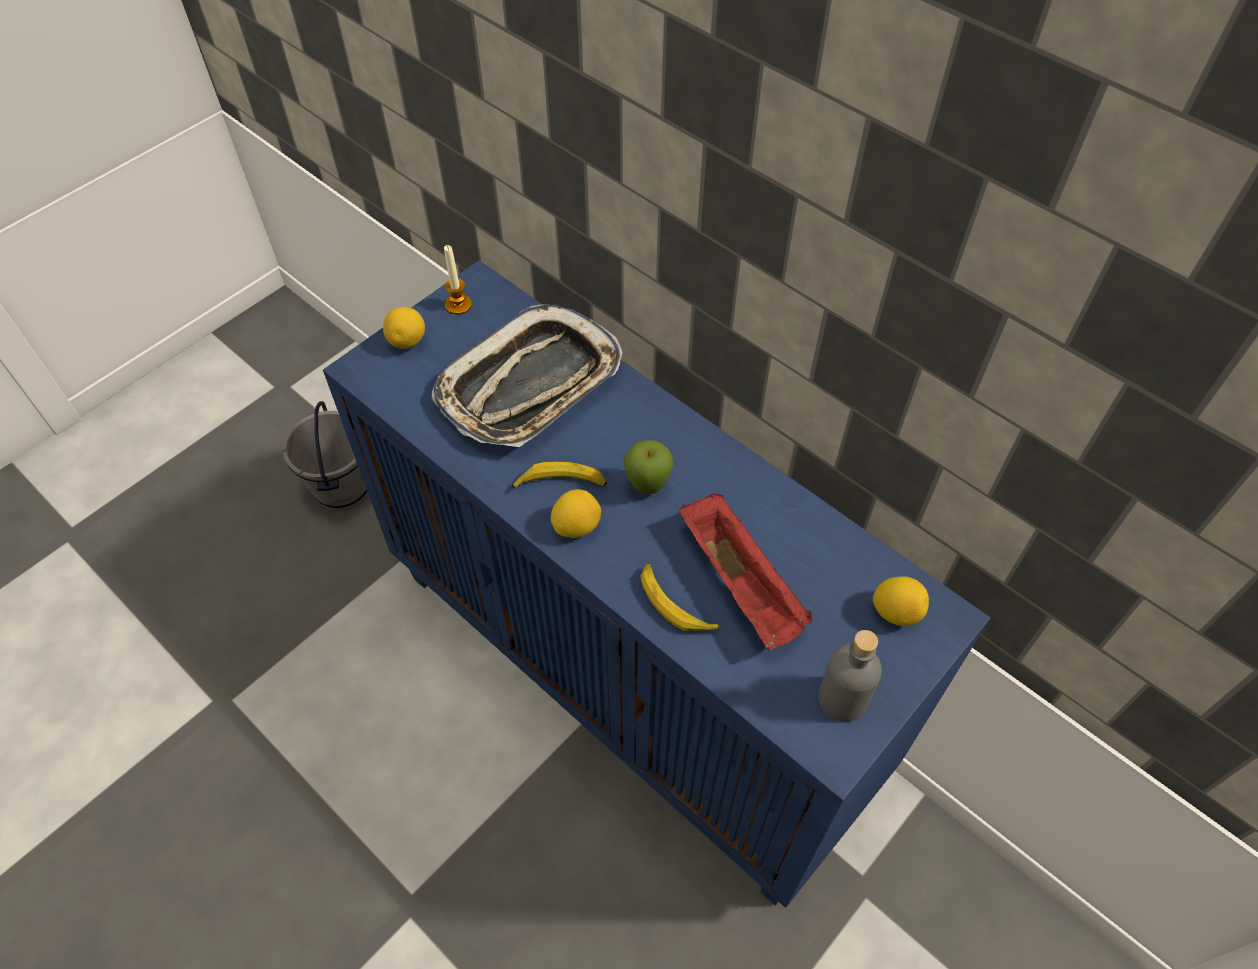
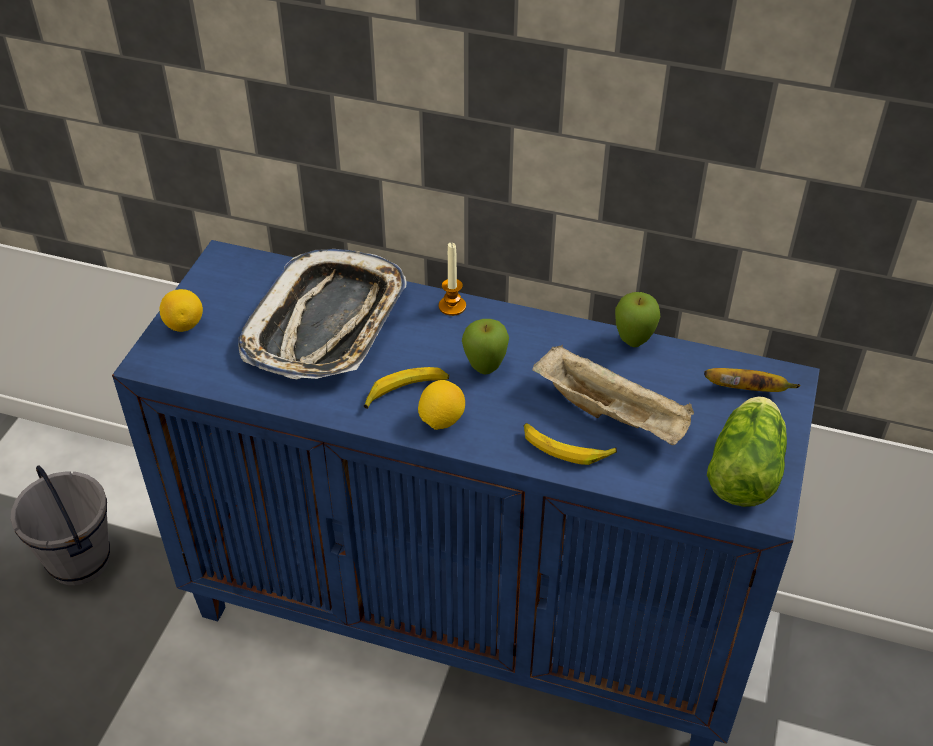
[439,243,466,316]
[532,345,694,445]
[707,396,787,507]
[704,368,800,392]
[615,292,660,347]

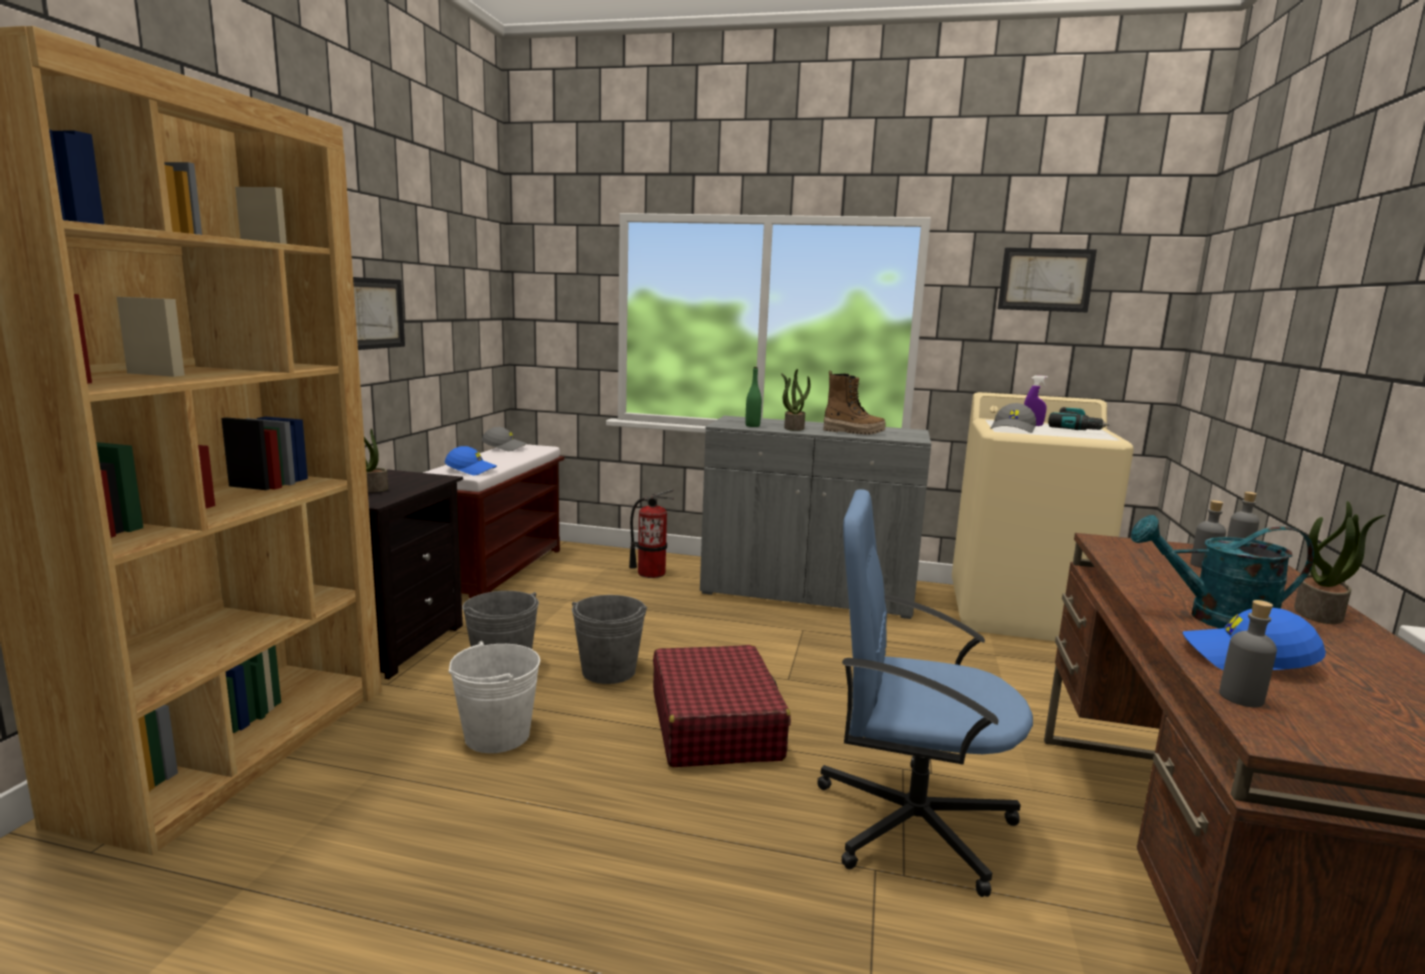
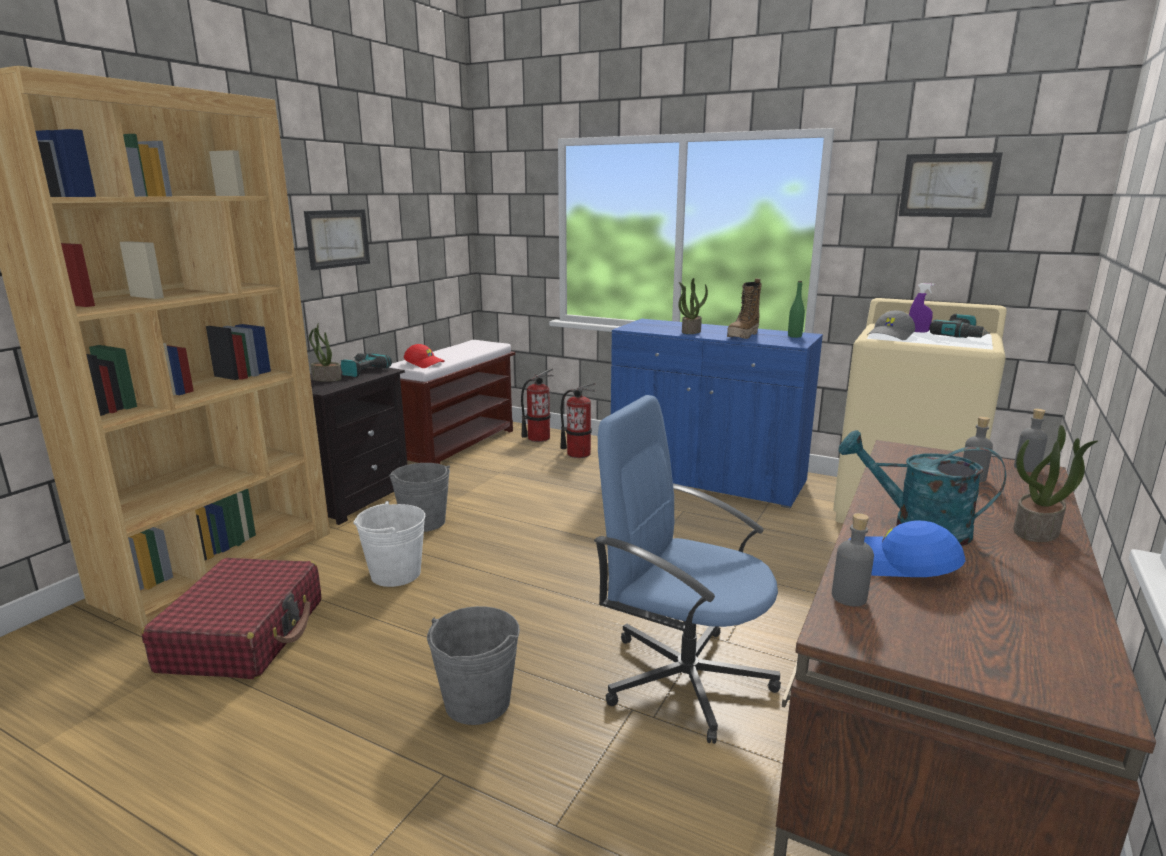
[404,344,444,368]
[482,427,527,452] (first image)
[427,606,520,725]
[141,558,321,679]
[611,319,823,509]
[788,281,805,338]
[727,278,762,339]
[340,353,392,377]
[521,368,553,442]

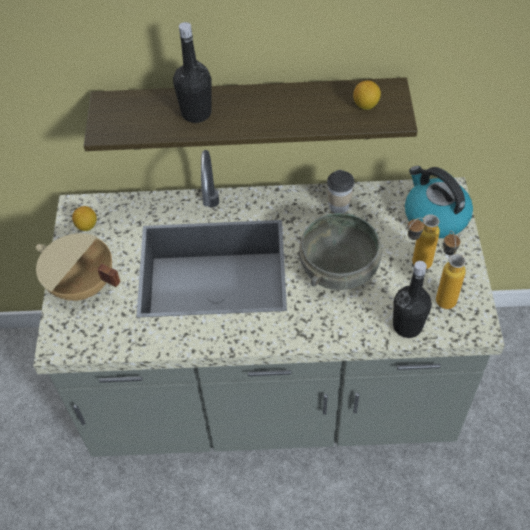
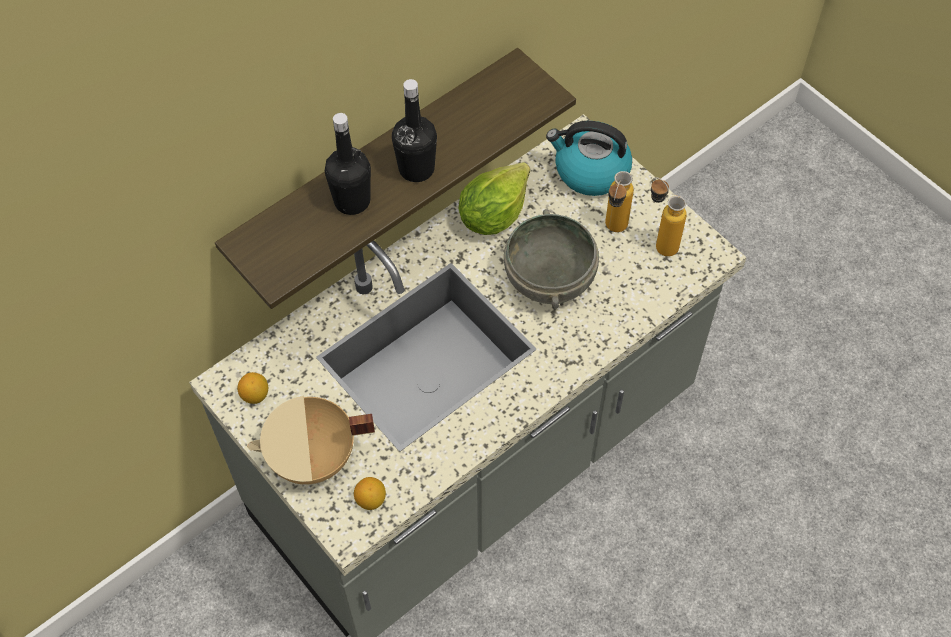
[458,162,530,235]
[354,477,386,510]
[392,79,437,182]

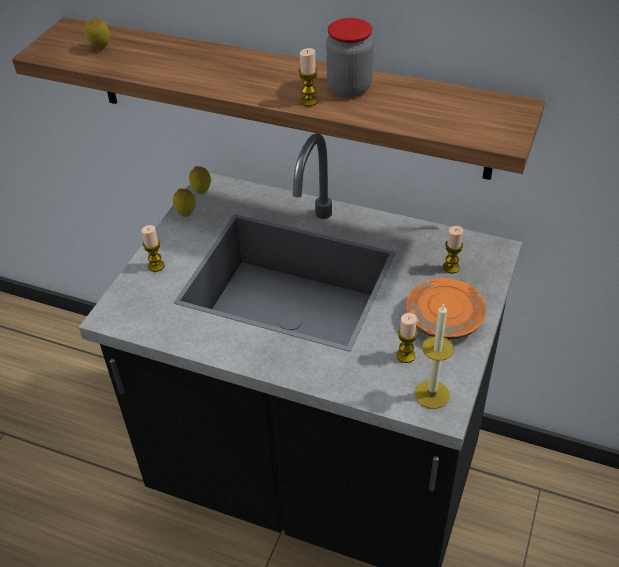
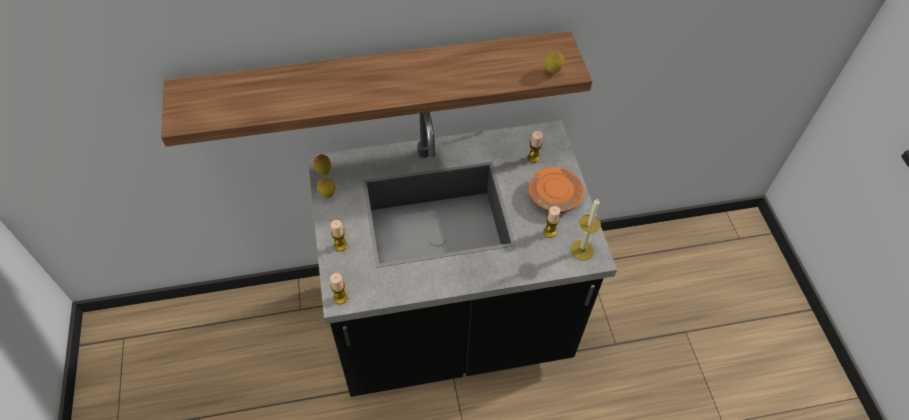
[544,51,564,73]
[330,273,348,304]
[326,18,374,97] (first image)

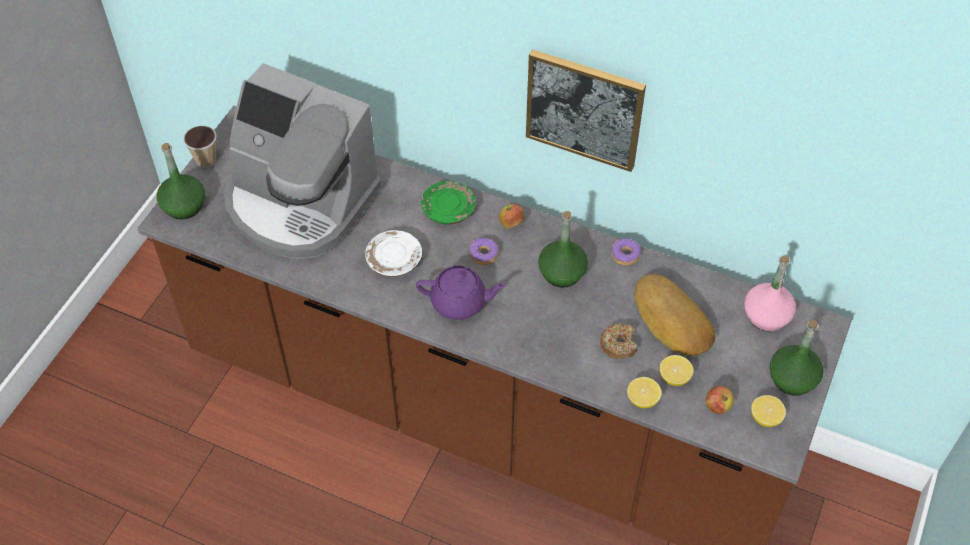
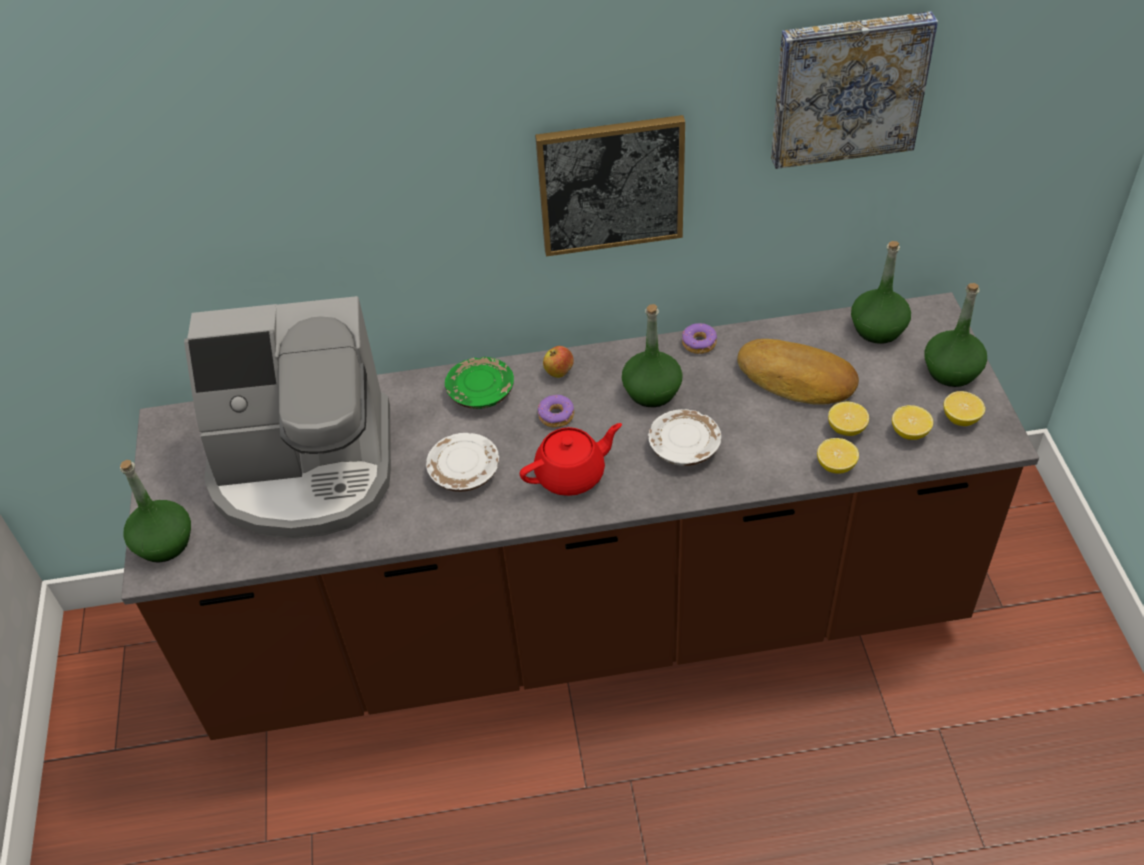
[183,126,217,168] (first image)
[520,423,622,496]
[600,324,637,359] (first image)
[892,405,933,440]
[851,241,911,344]
[648,409,721,466]
[771,11,938,169]

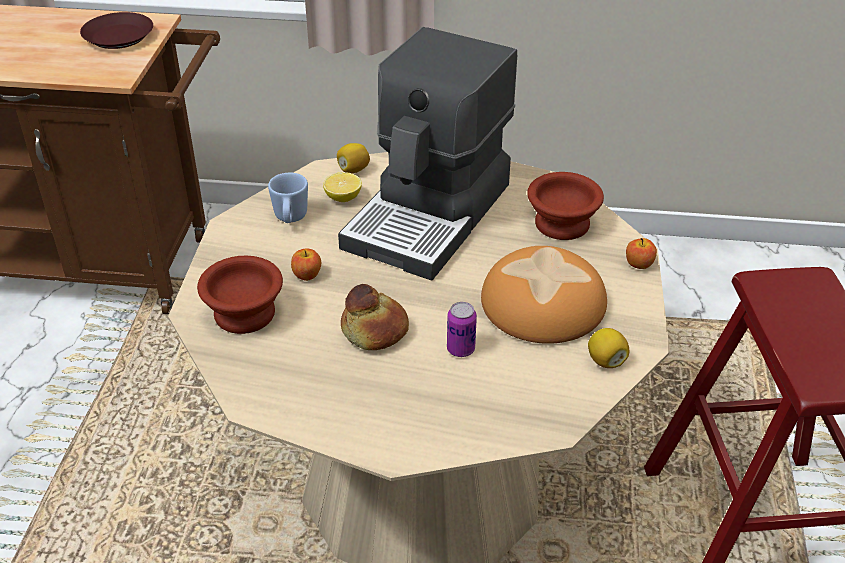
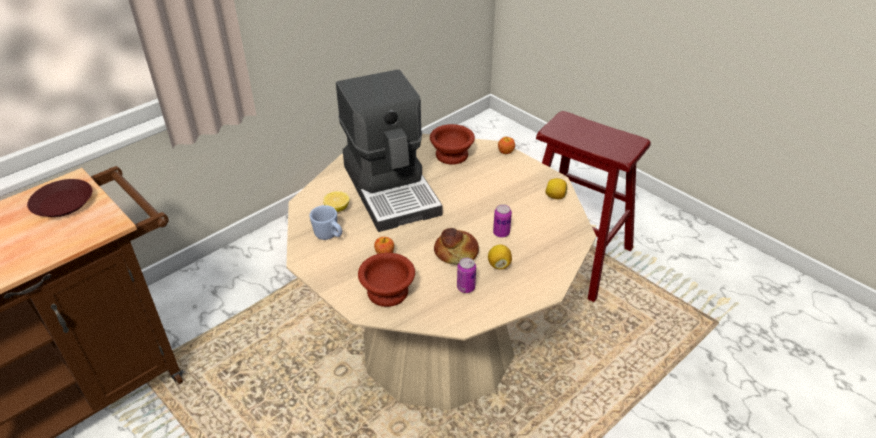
[488,245,512,269]
[481,246,607,344] (first image)
[457,258,476,293]

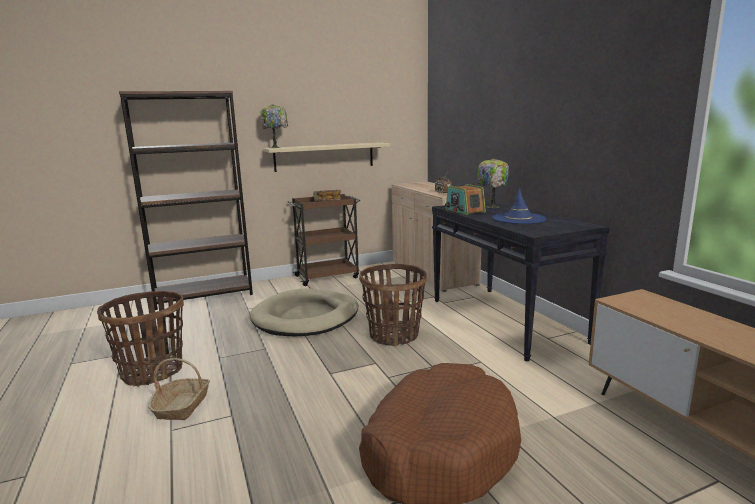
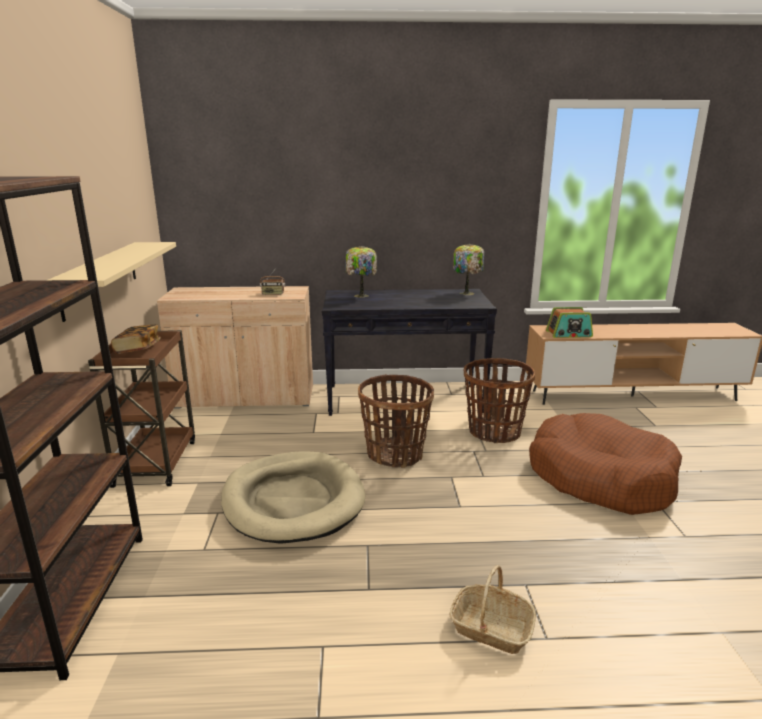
[464,358,535,443]
[453,244,484,295]
[546,307,593,338]
[492,188,546,224] (first image)

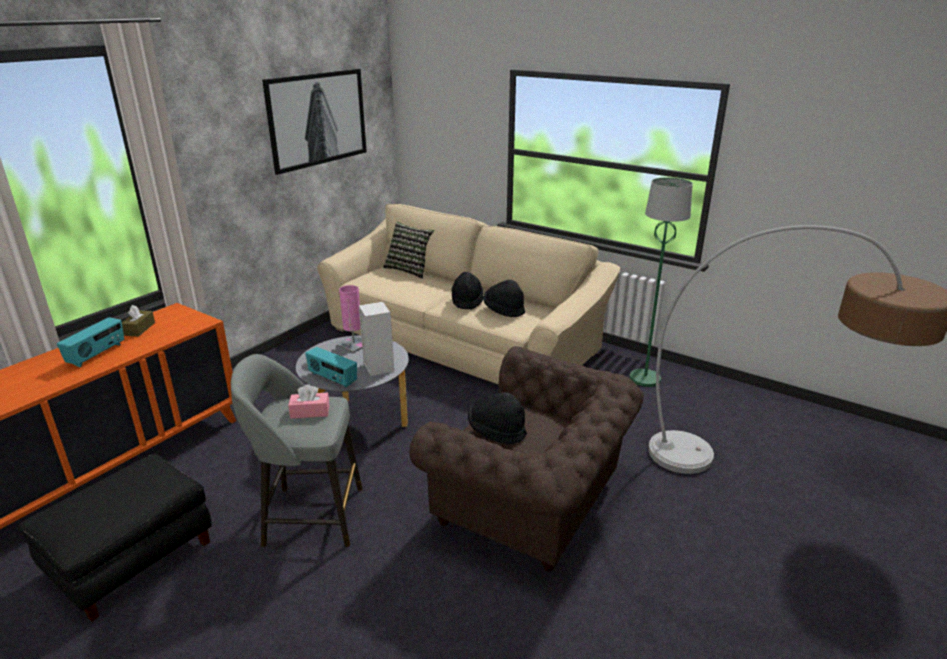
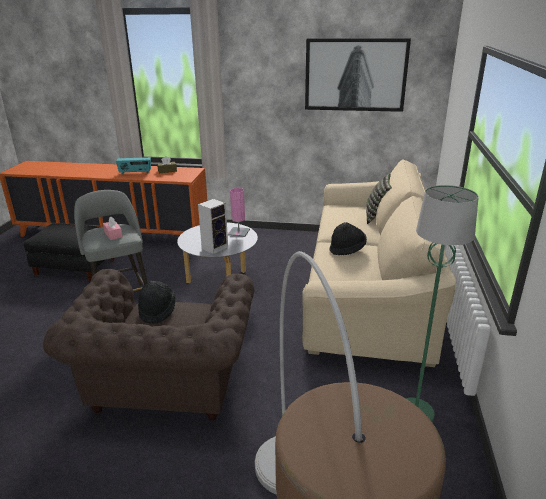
[305,347,357,388] (first image)
[483,280,525,317] (first image)

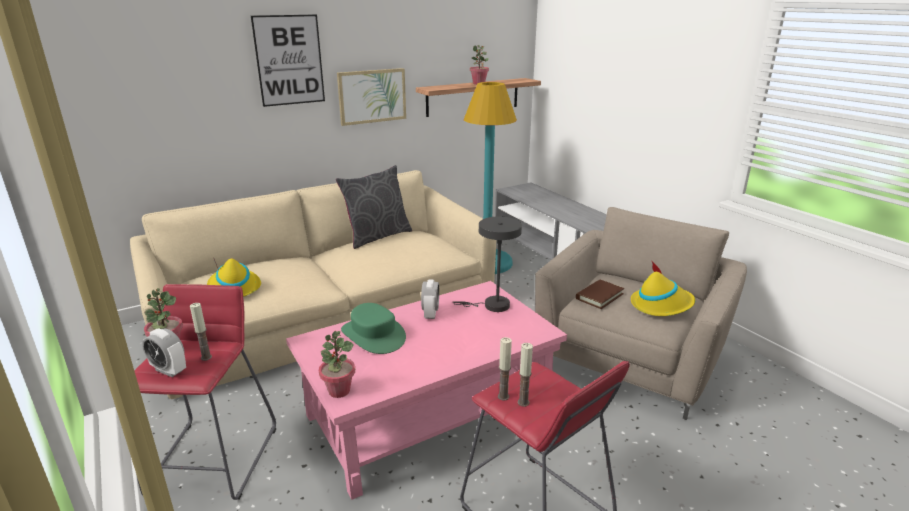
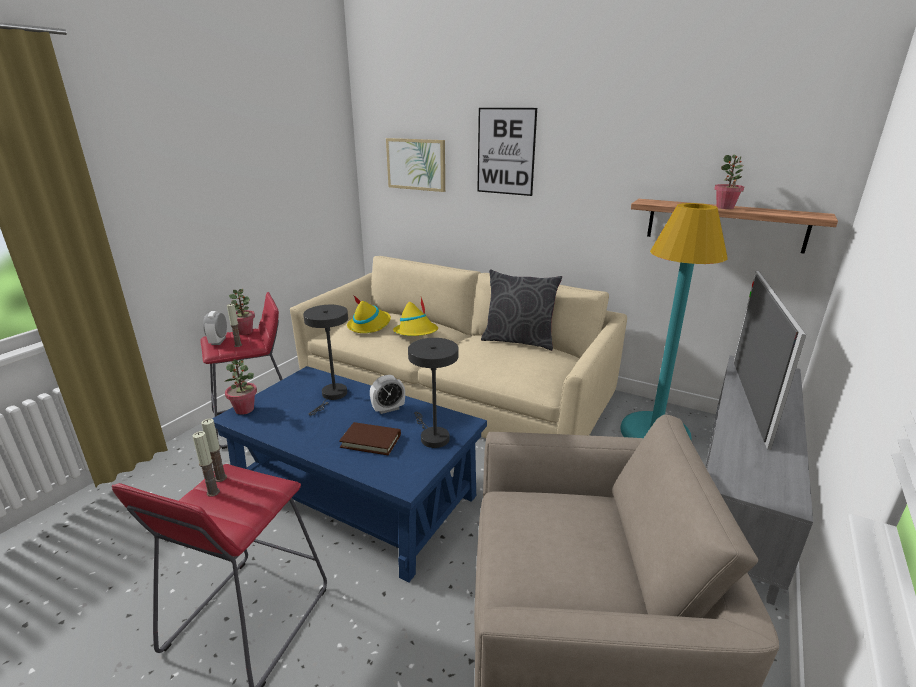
[212,366,487,583]
[386,138,445,192]
[303,305,348,416]
[339,422,401,455]
[393,297,438,336]
[734,271,806,450]

